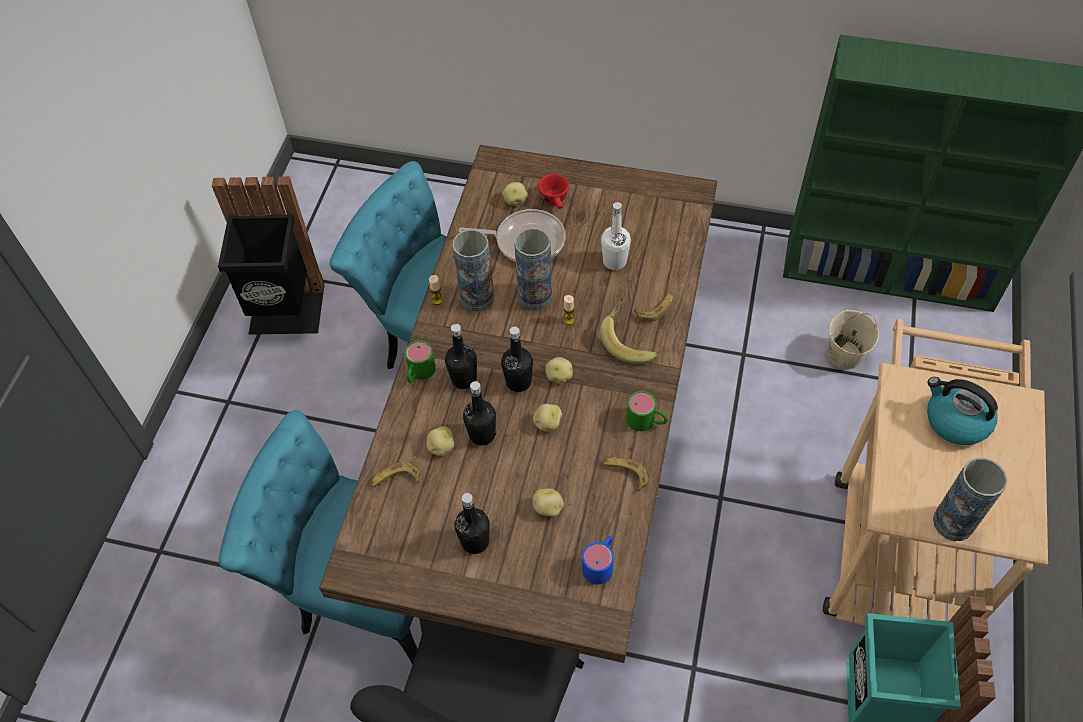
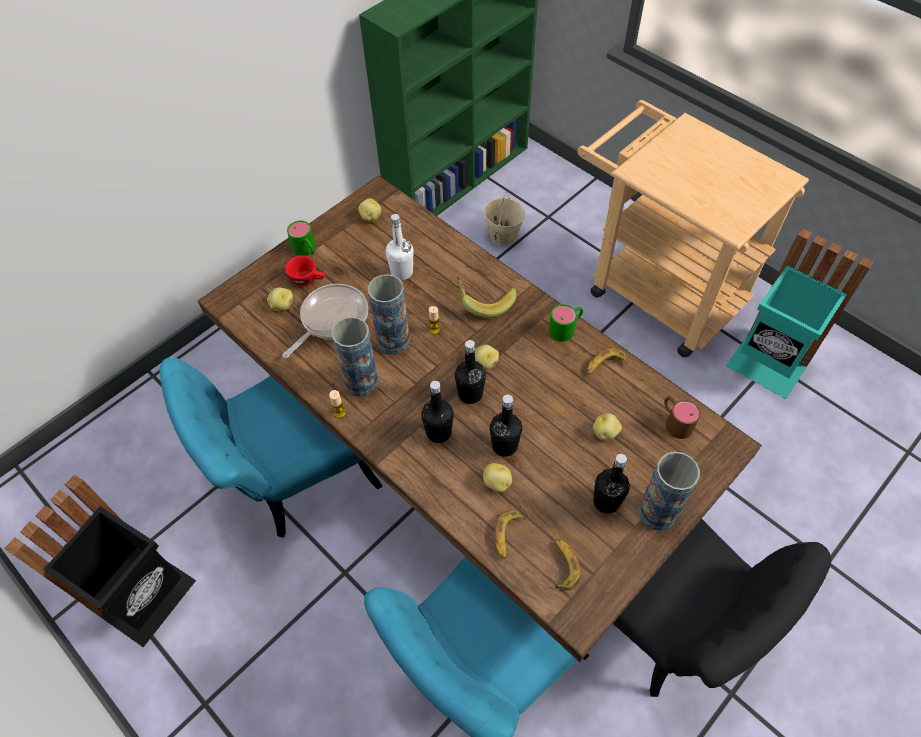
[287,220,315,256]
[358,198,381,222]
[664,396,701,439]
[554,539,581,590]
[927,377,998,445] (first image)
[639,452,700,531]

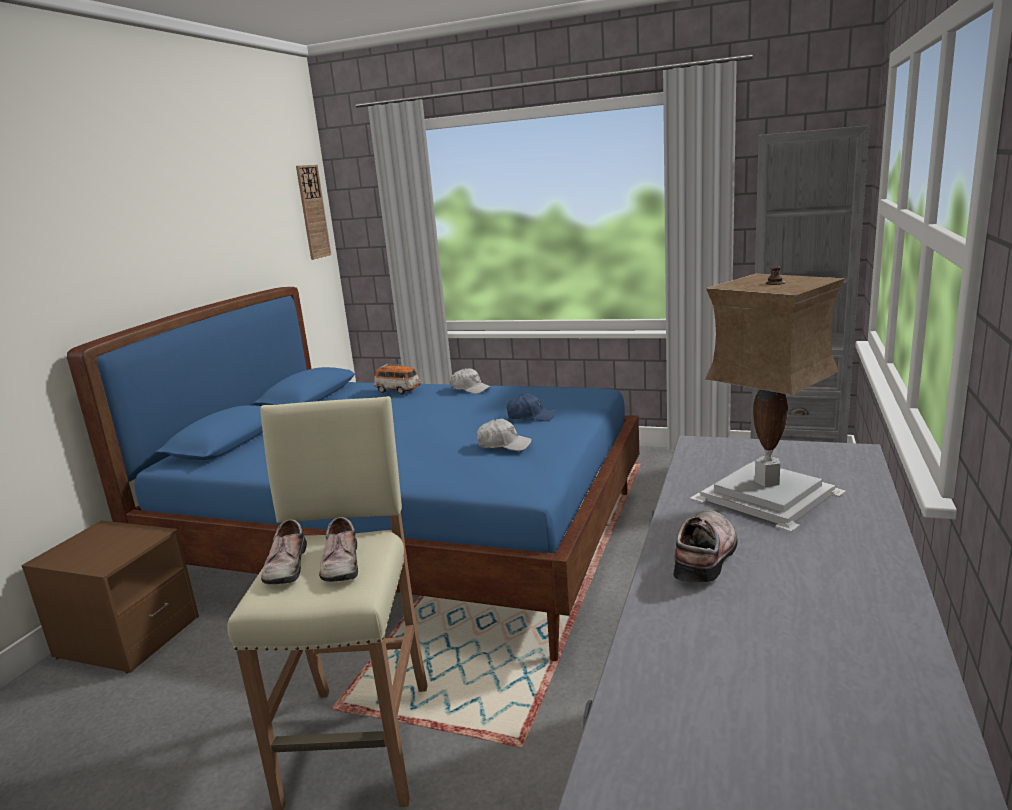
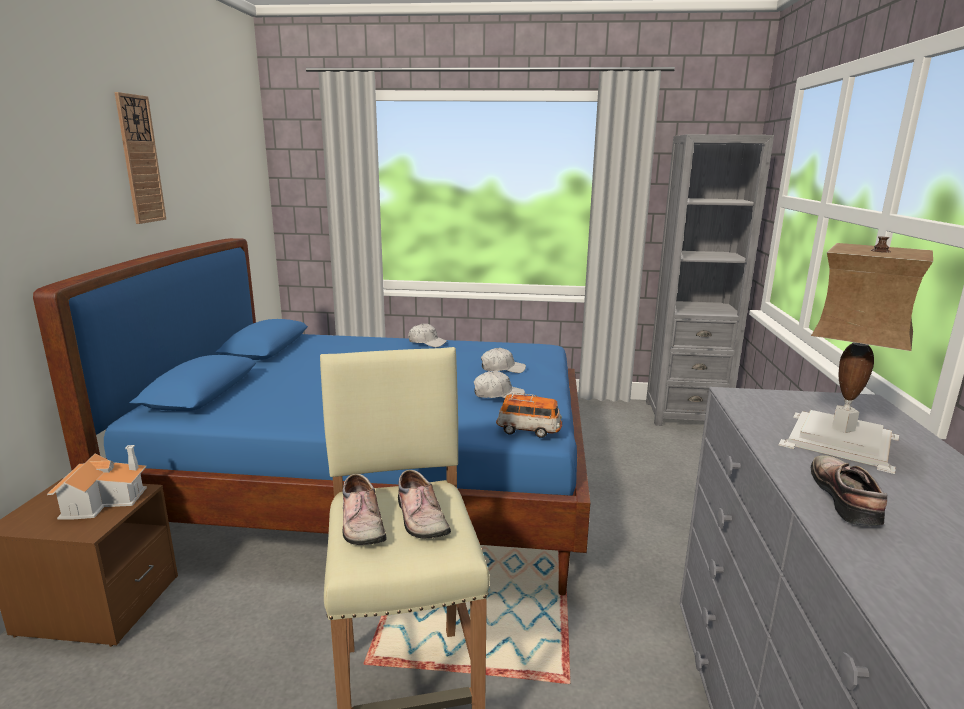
[115,92,166,224]
[496,392,562,438]
[481,348,526,373]
[47,445,147,520]

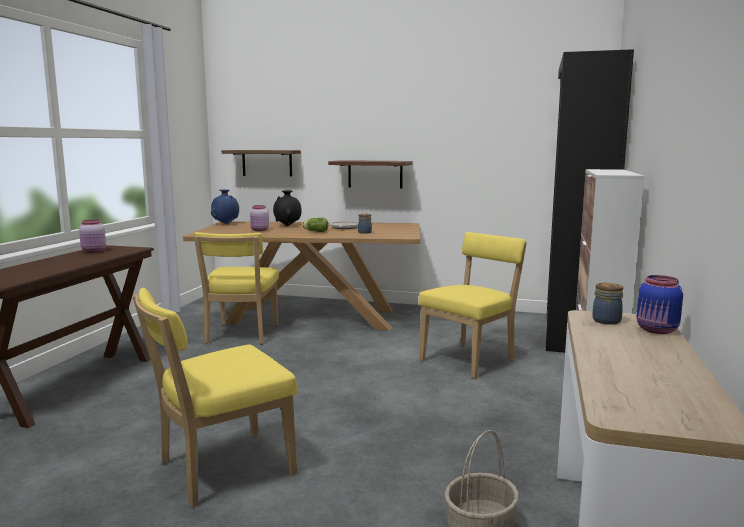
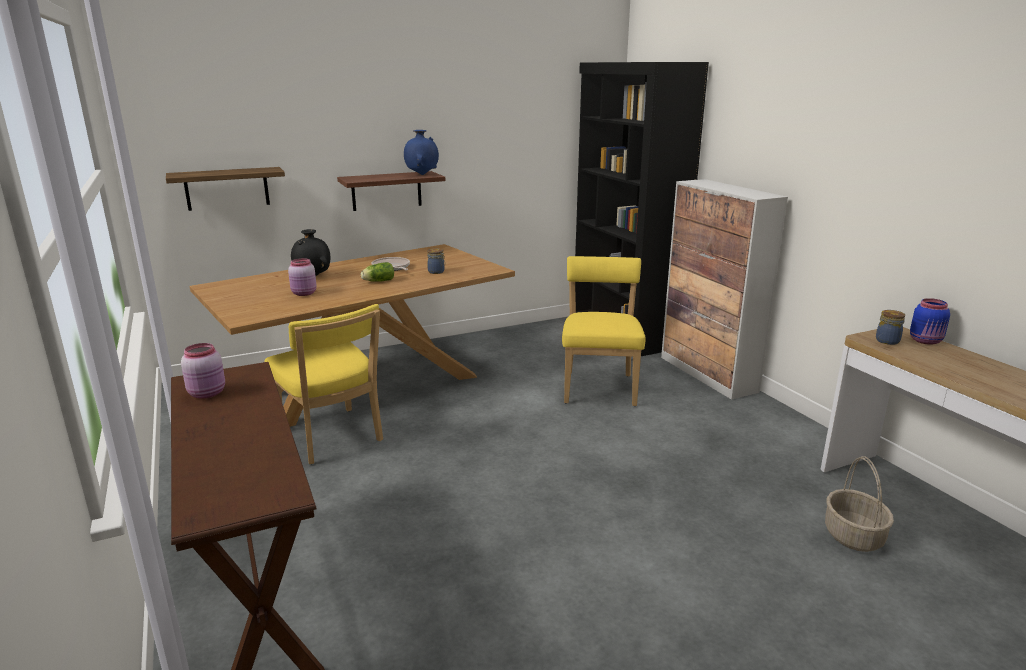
[133,288,297,507] (first image)
[404,130,439,175]

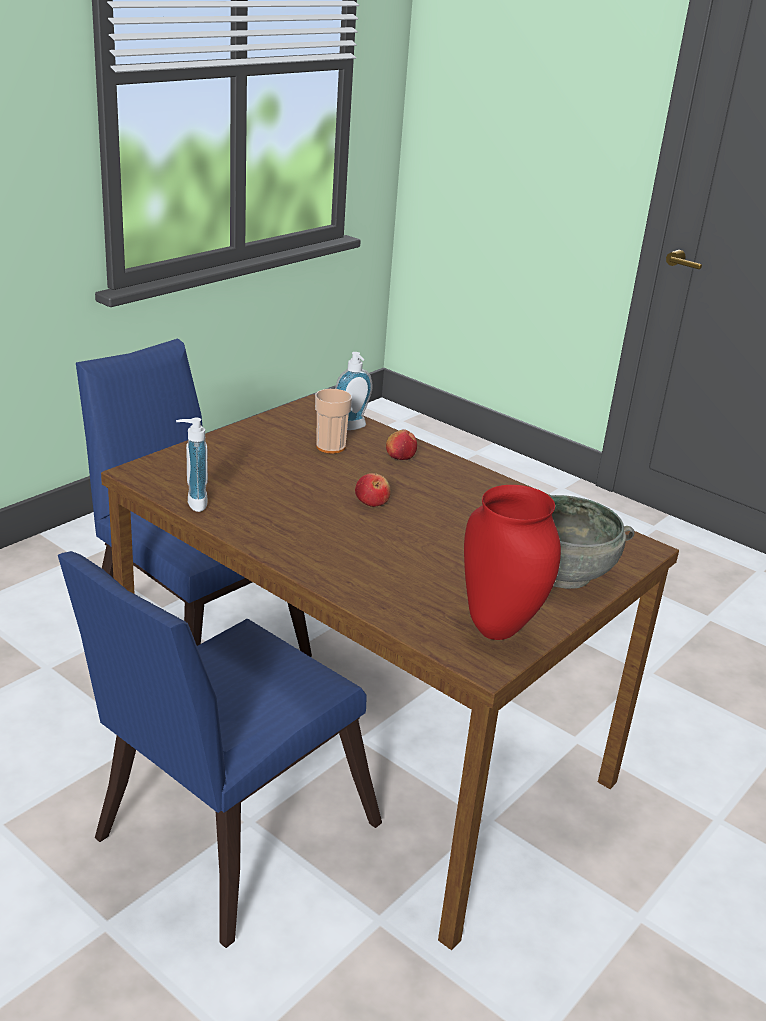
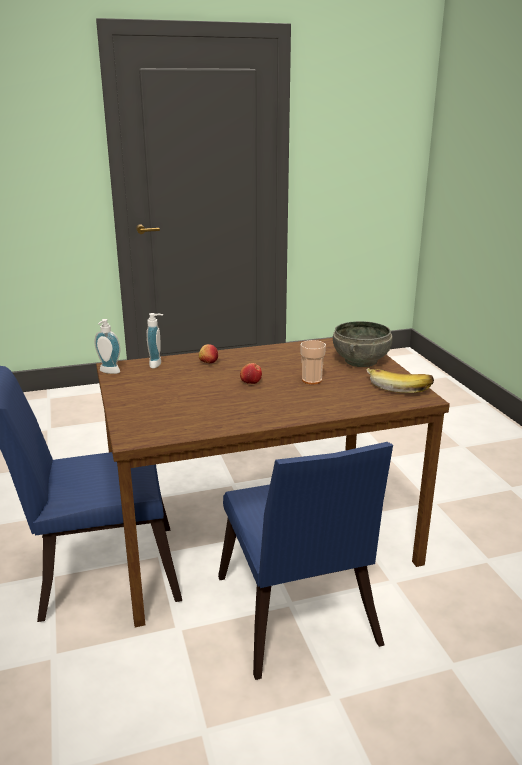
[95,319,121,374]
[301,340,326,384]
[366,368,434,393]

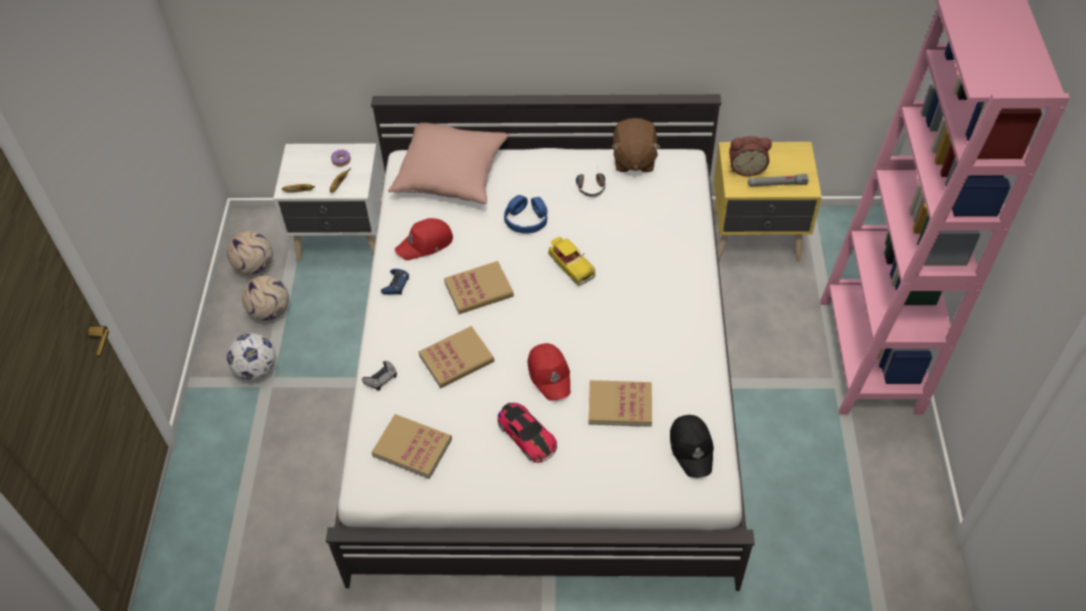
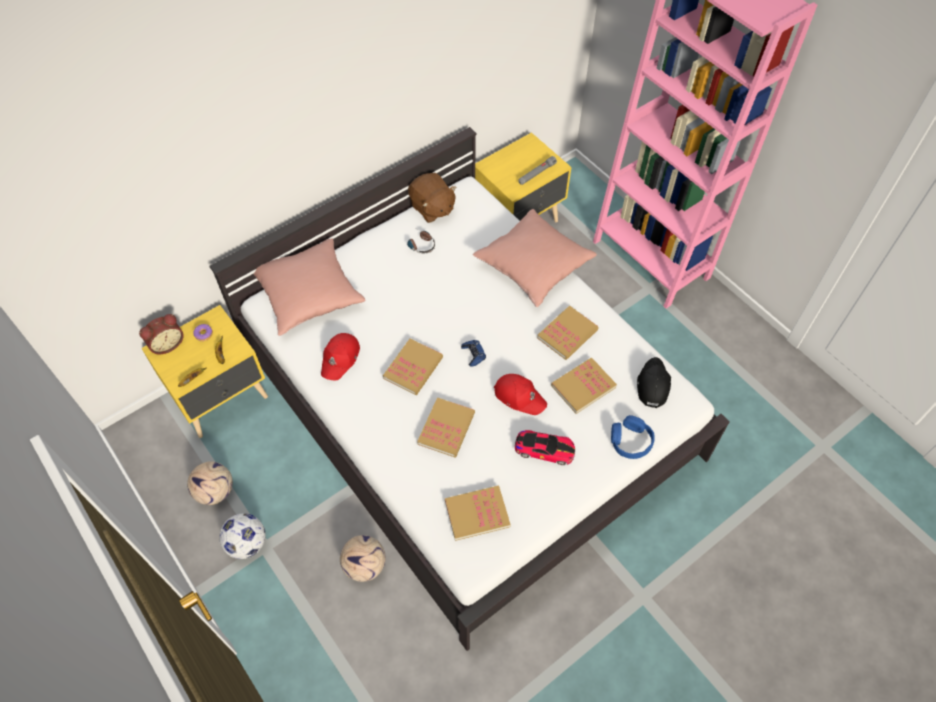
[340,535,386,582]
[141,305,268,438]
[362,361,397,391] (first image)
[461,340,486,367]
[611,415,655,459]
[548,237,596,286] (first image)
[637,357,671,408]
[139,314,184,354]
[473,209,597,307]
[537,306,599,360]

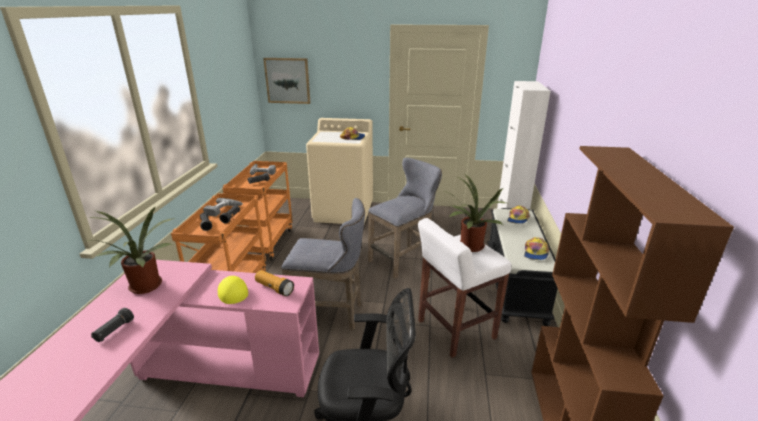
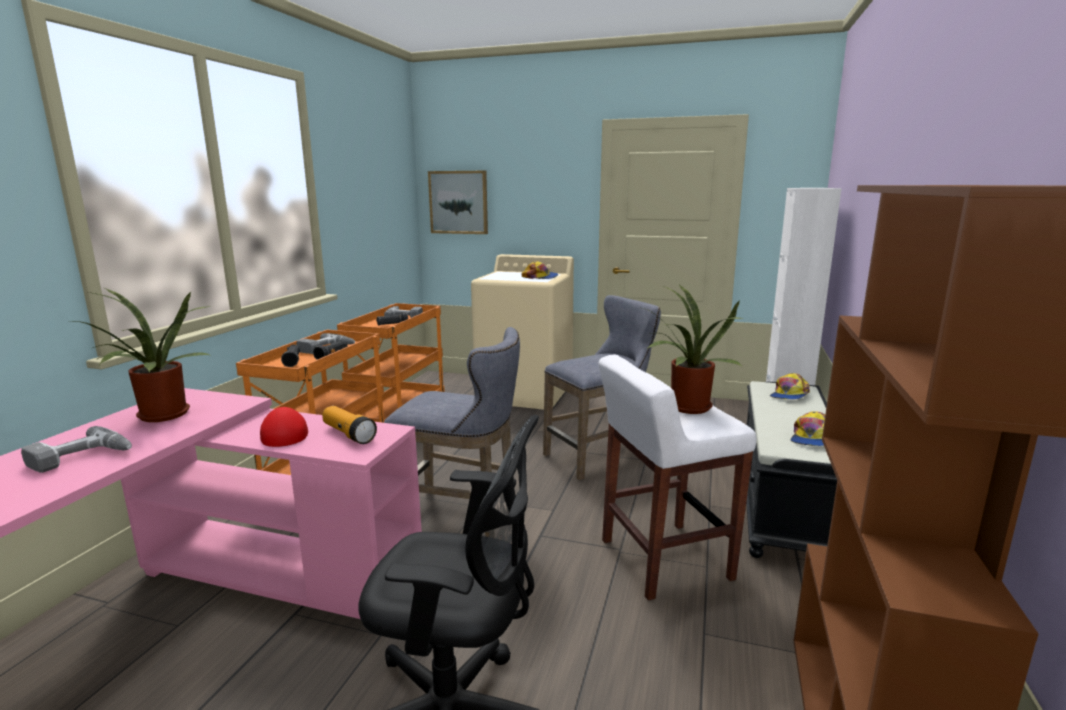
[21,426,132,473]
[260,407,308,447]

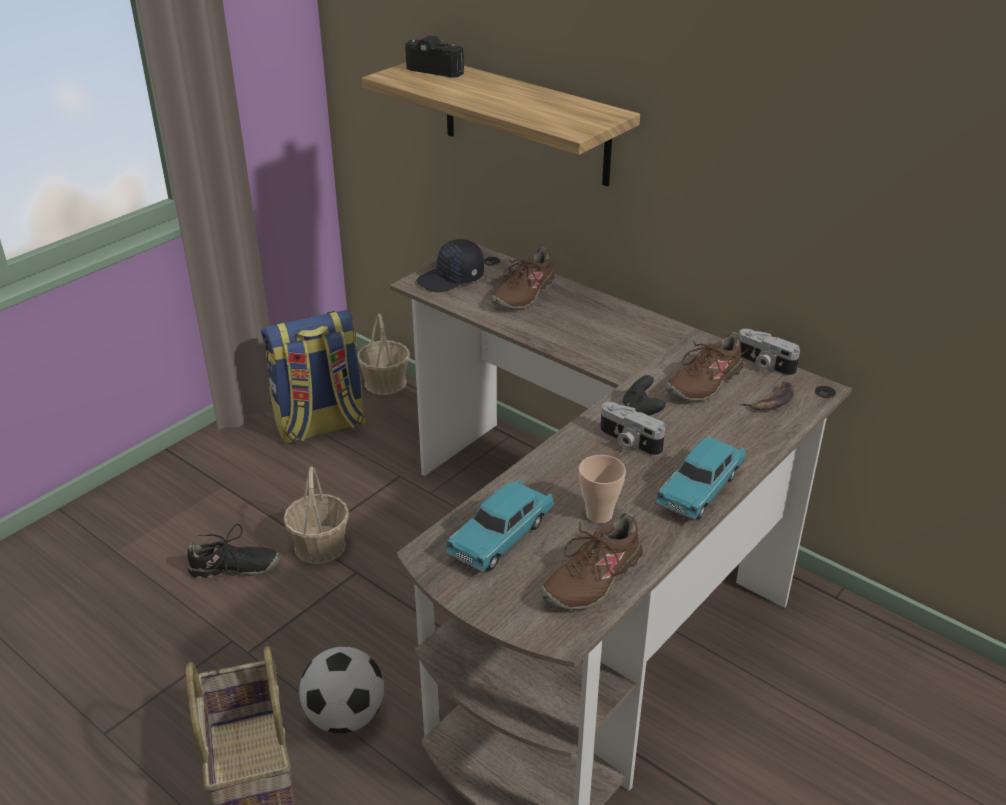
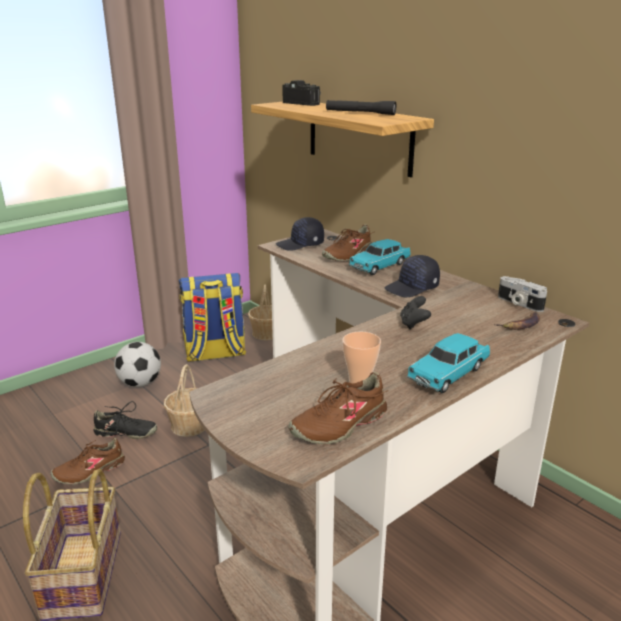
[114,342,161,387]
[349,239,411,275]
[600,402,665,457] (first image)
[51,438,125,485]
[326,100,396,115]
[385,255,440,297]

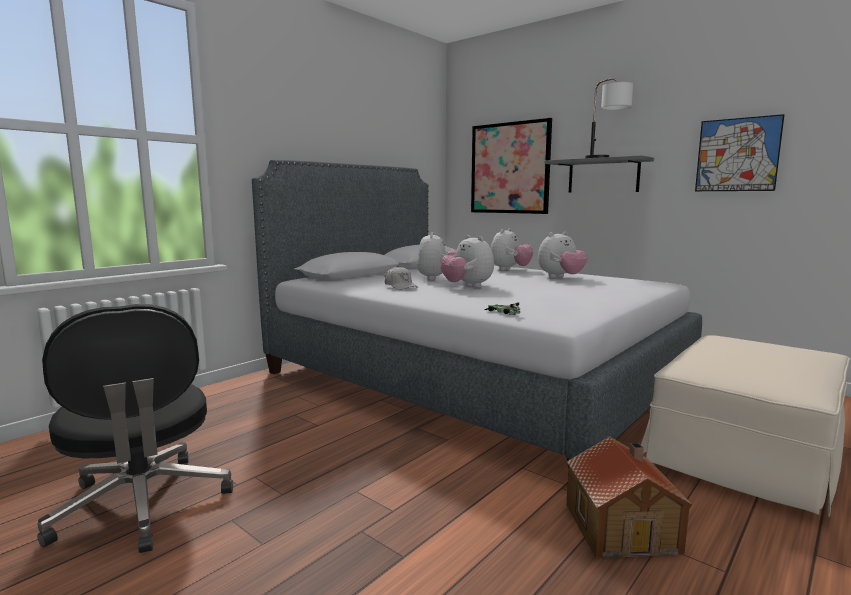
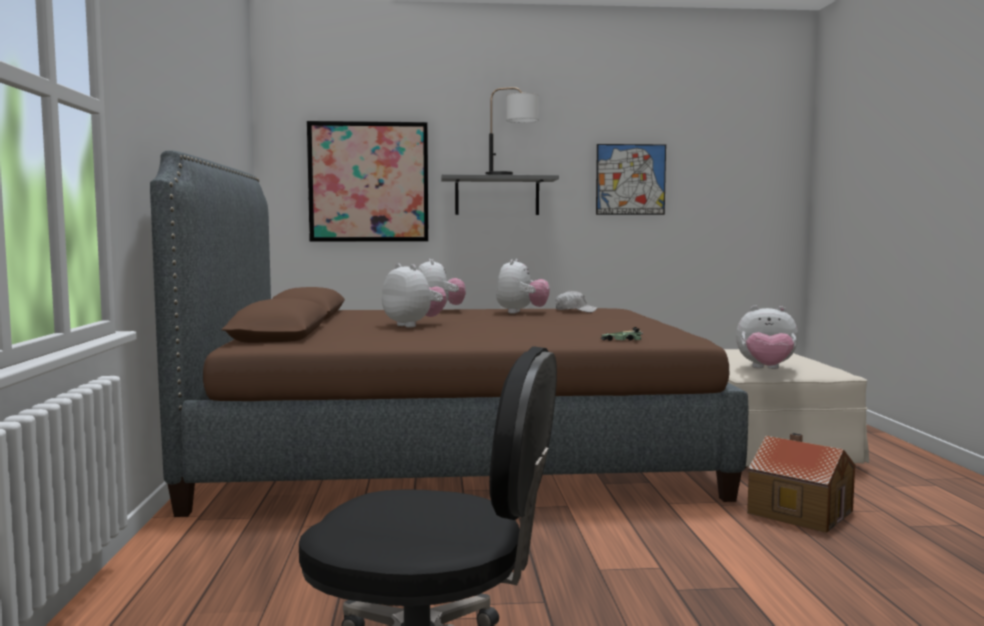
[150,150,748,517]
[555,290,597,313]
[736,305,798,369]

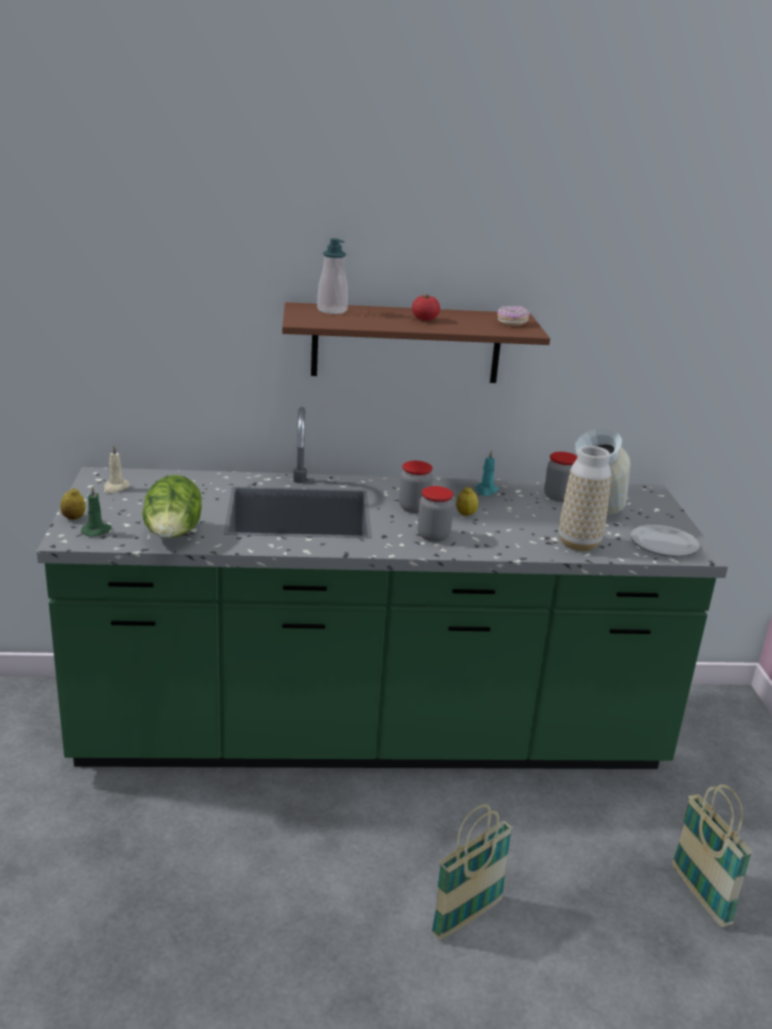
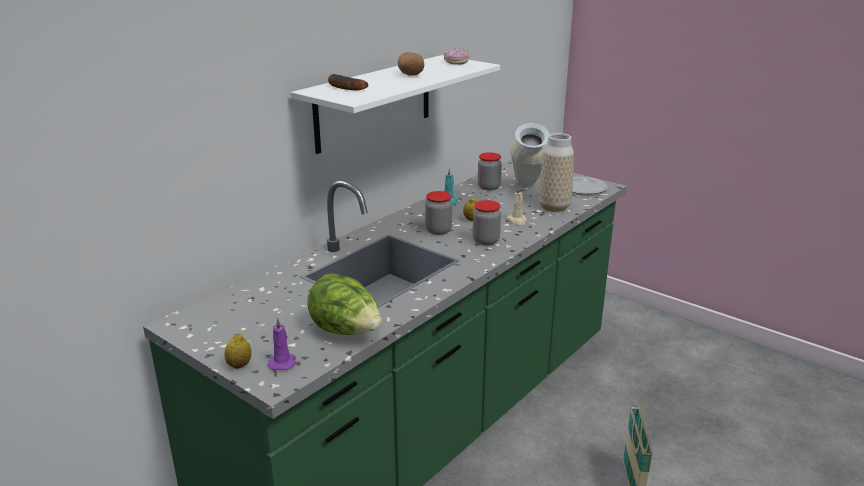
[268,318,296,370]
[507,186,527,225]
[291,55,500,154]
[328,74,368,90]
[398,52,424,76]
[672,784,753,927] (first image)

